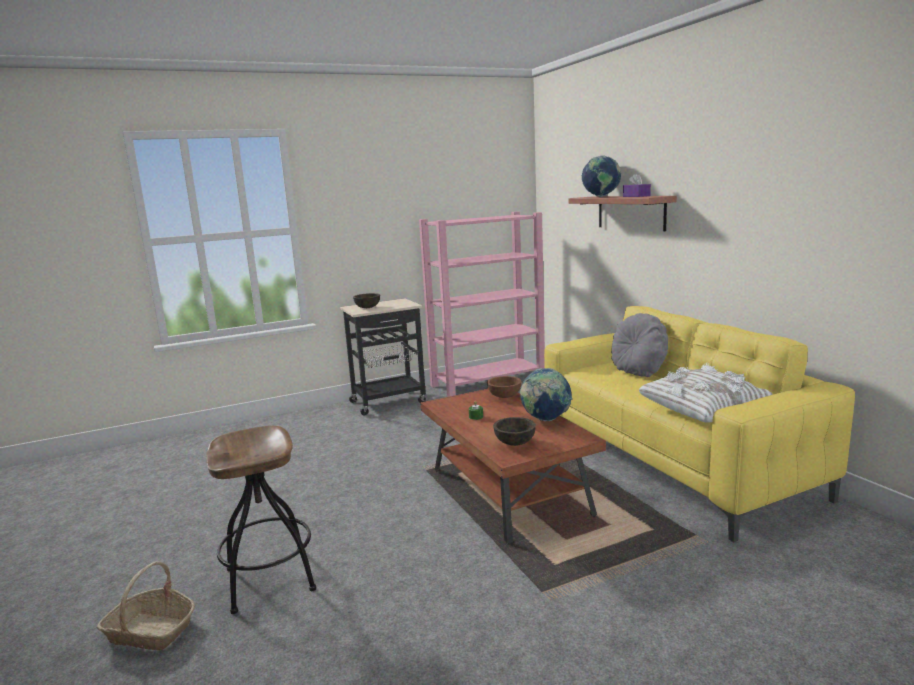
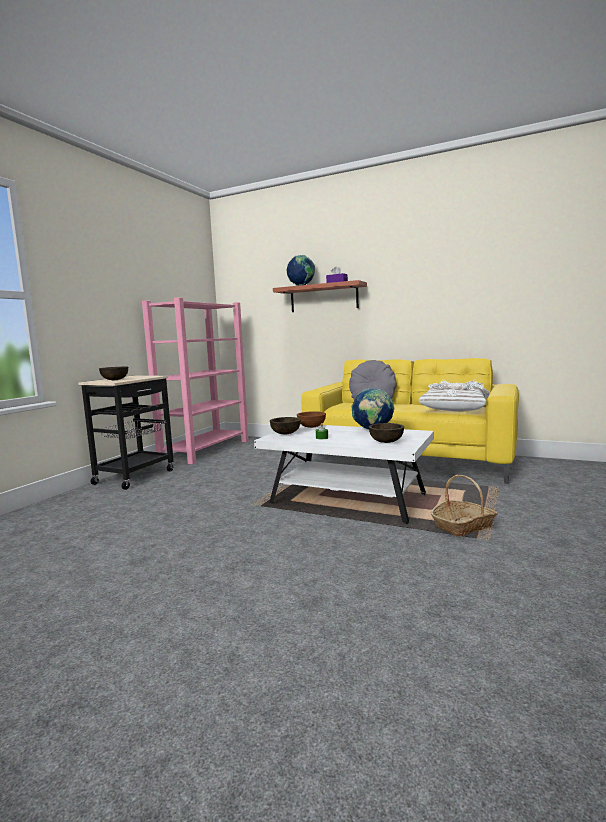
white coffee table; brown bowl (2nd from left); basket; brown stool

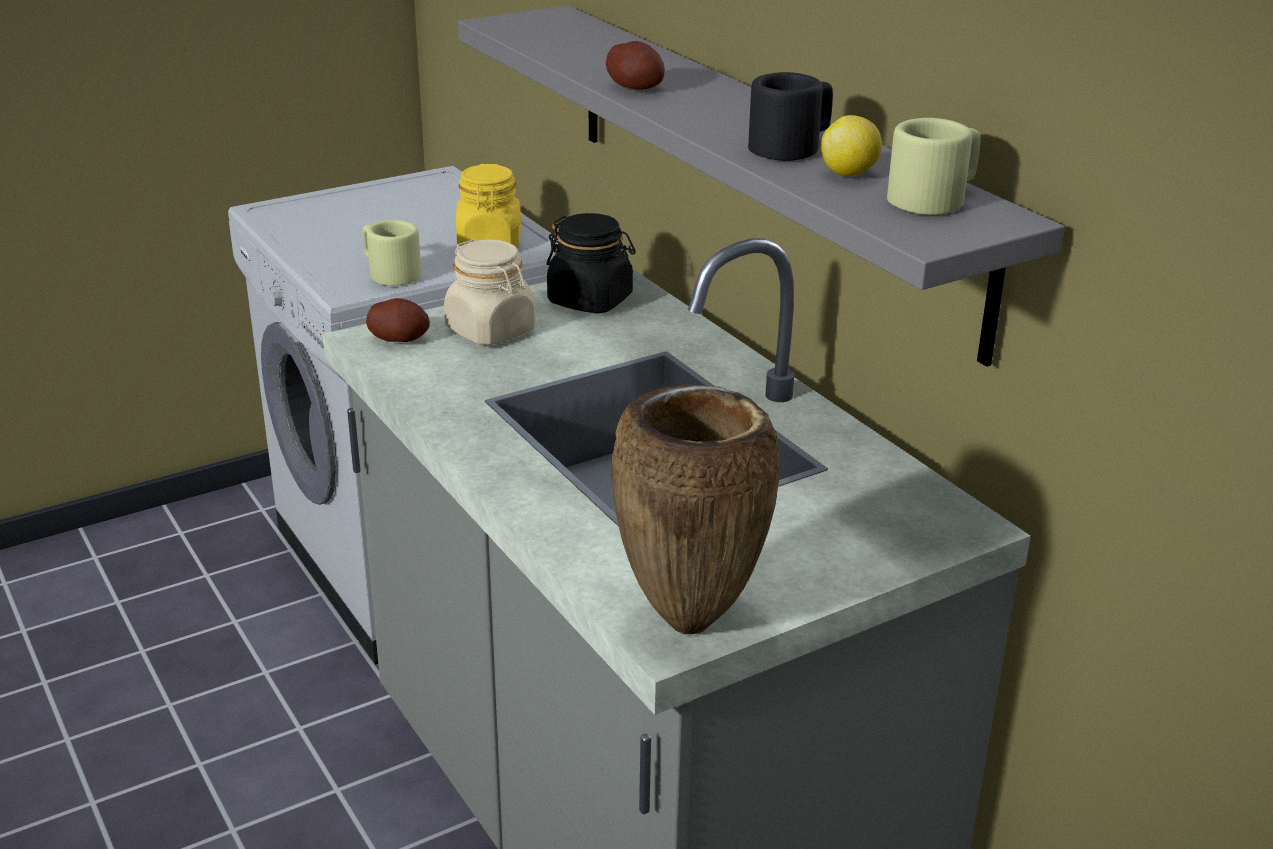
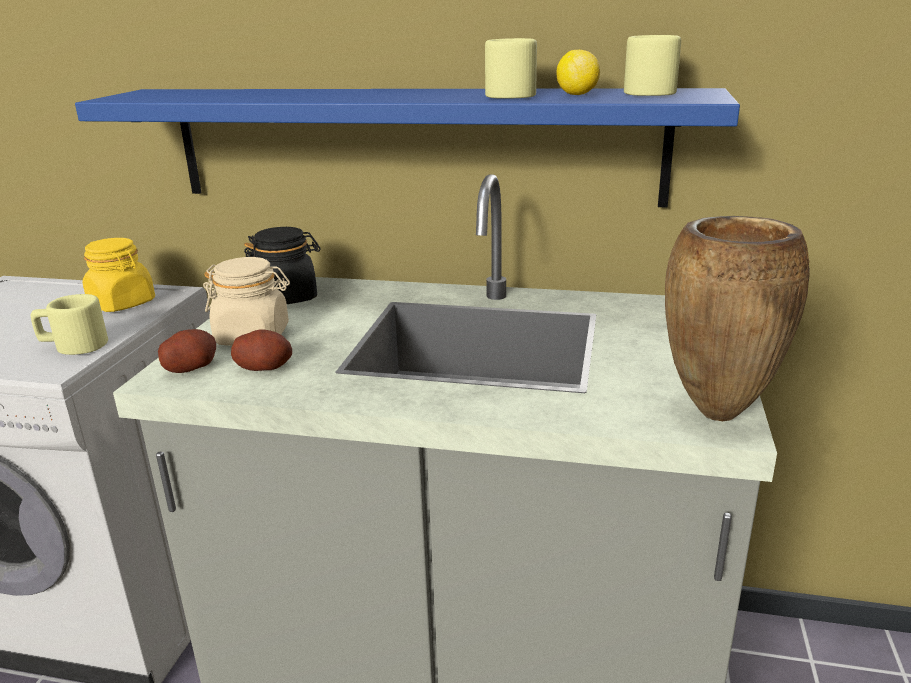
blue shelf; potato (2nd from left); beige mug (2nd from left)

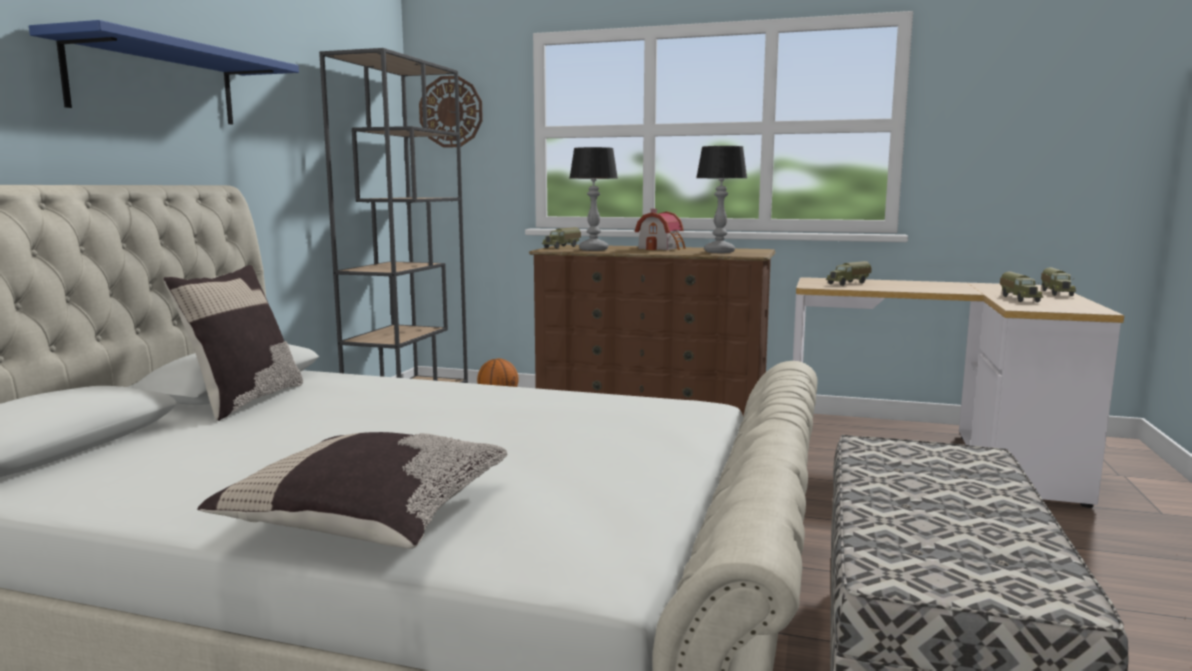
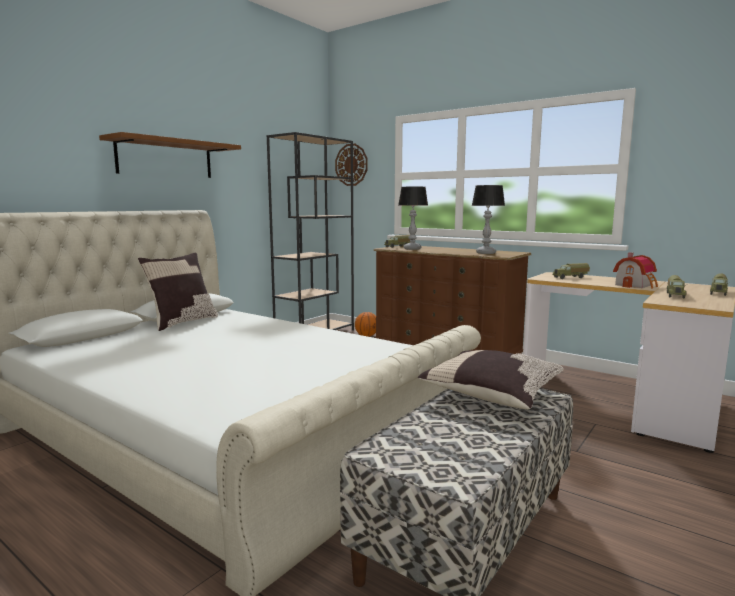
brown shelf; pillow (2nd from left); toy house

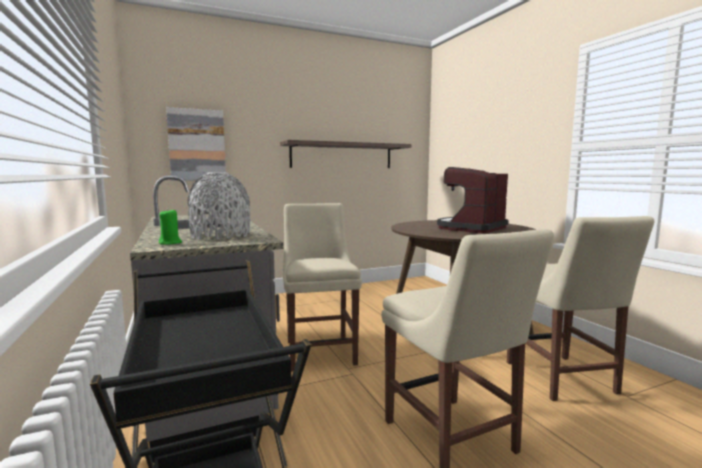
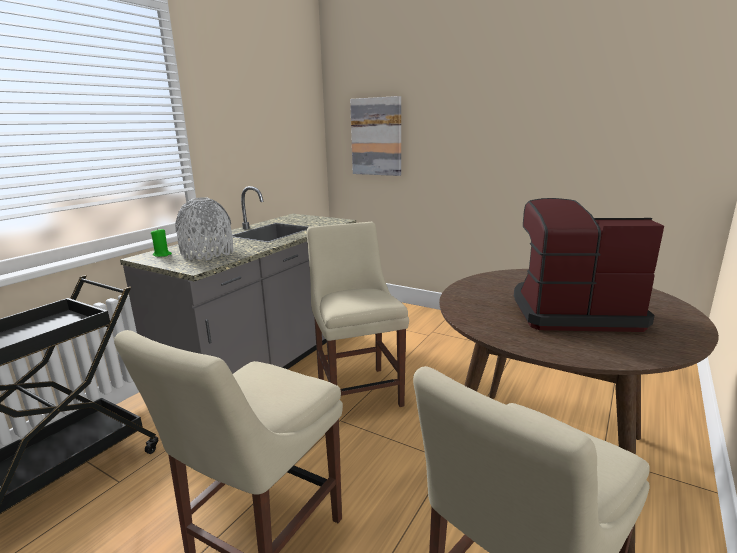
beige chair (2nd from left); shelf

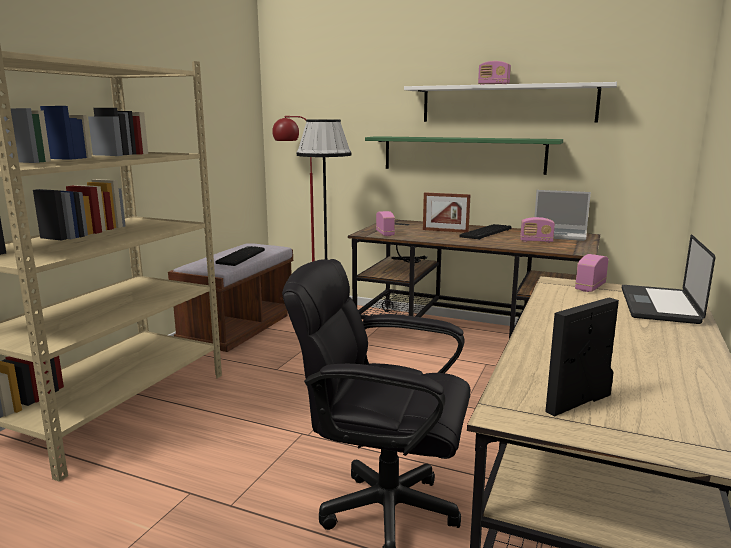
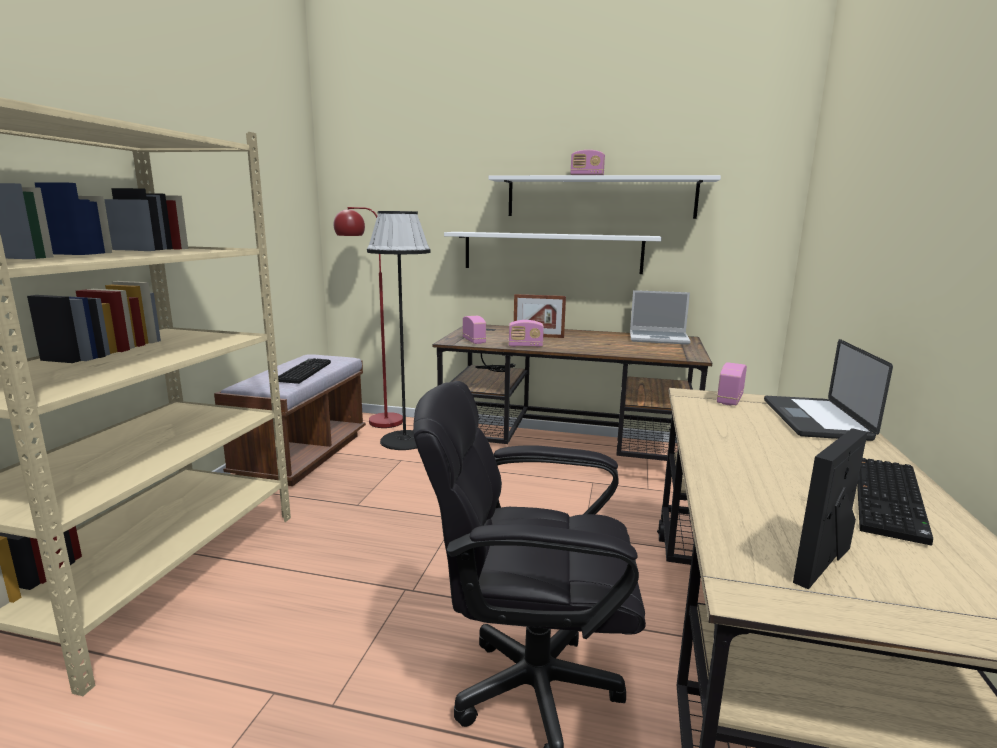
white shelf (1st from left); radio (2nd from left); keyboard (2nd from left)

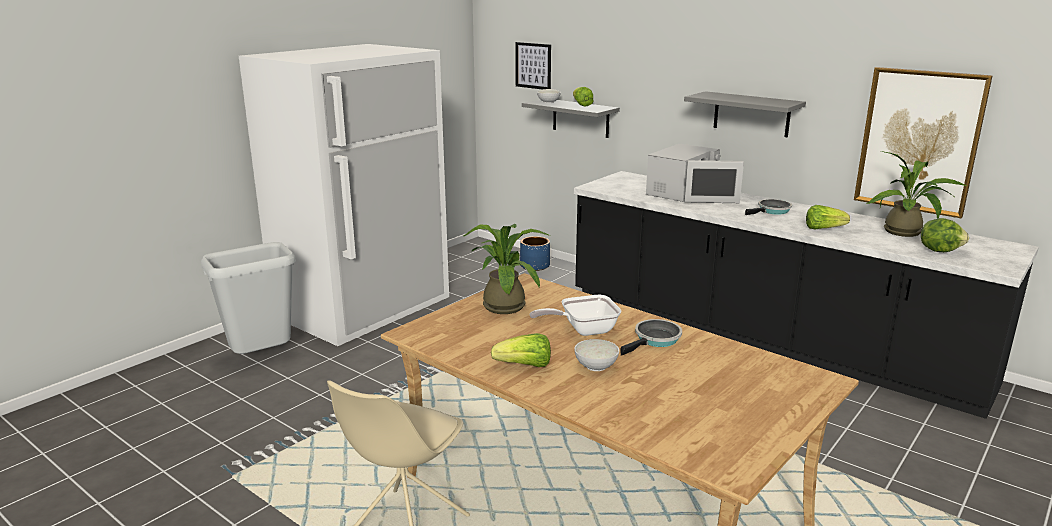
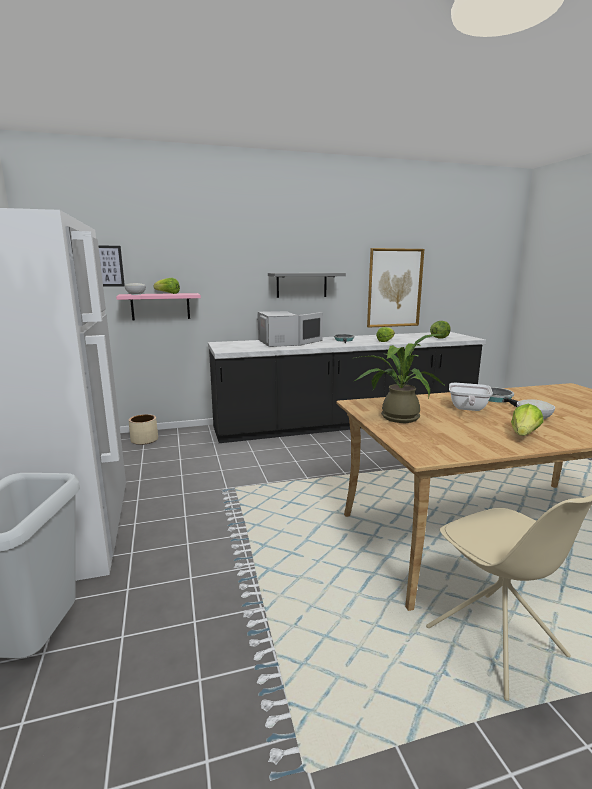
pink shelf; beige planter; potted plant (2nd from left in the first image)

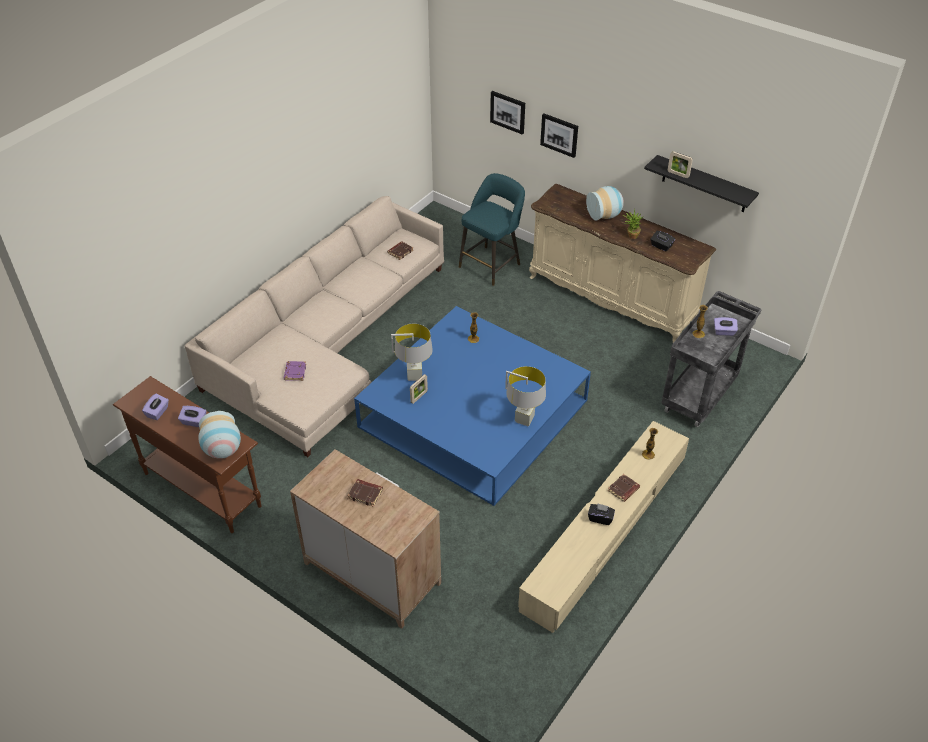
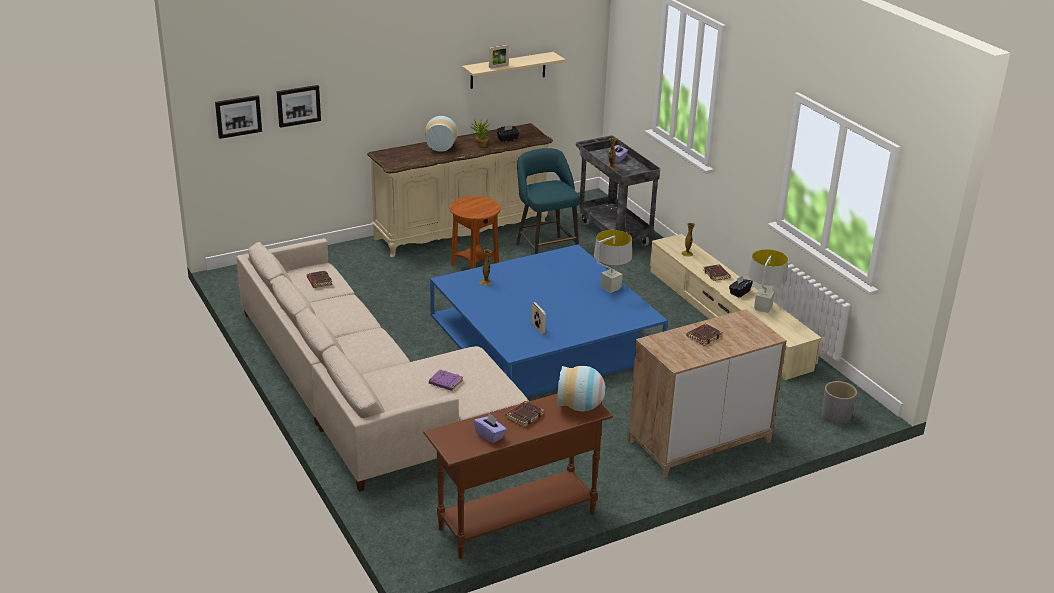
picture (1st from left); brown side table; beige shelf; brown book (2nd from left); turquoise stool; grey table lamp (2nd from left); grey planter

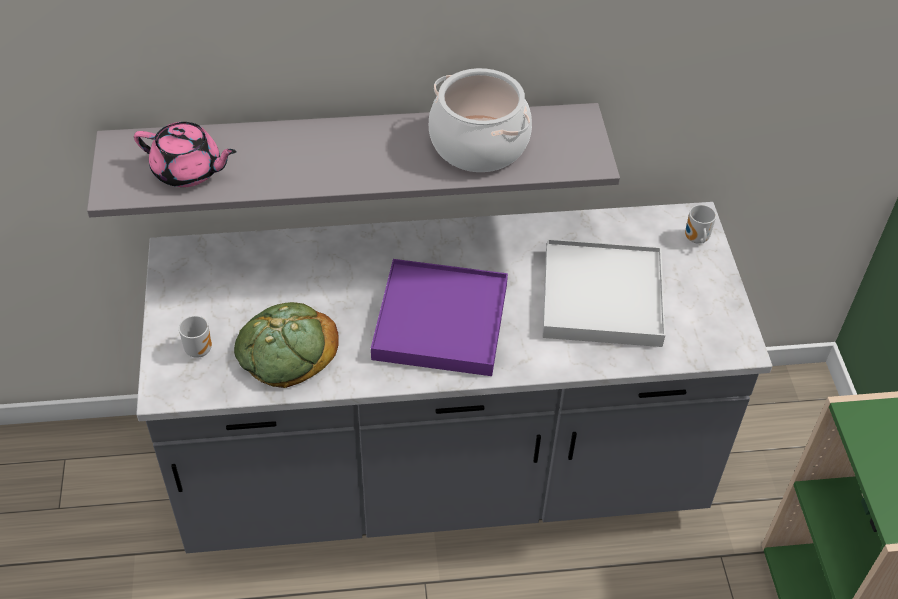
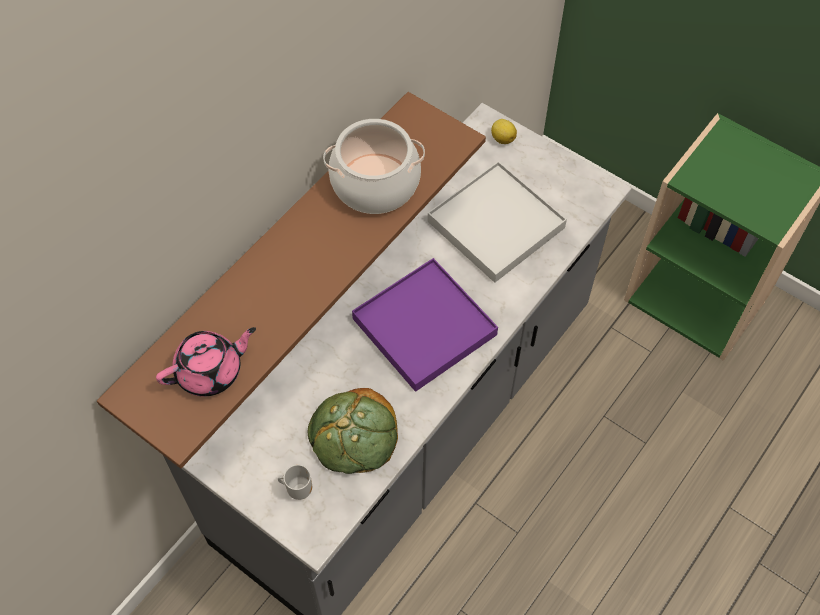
brown shelf; lemon

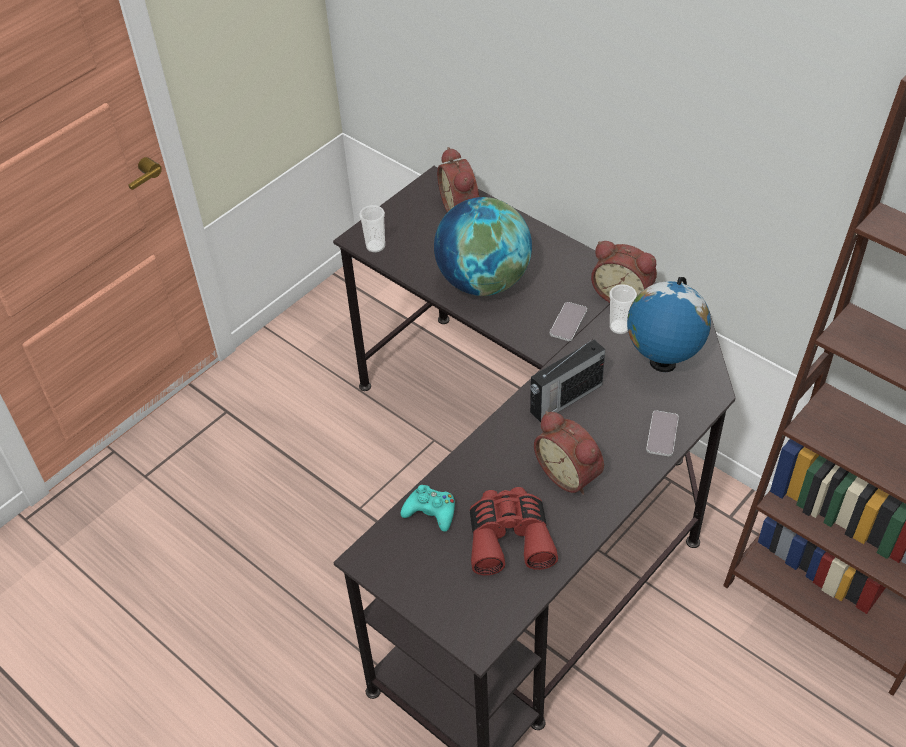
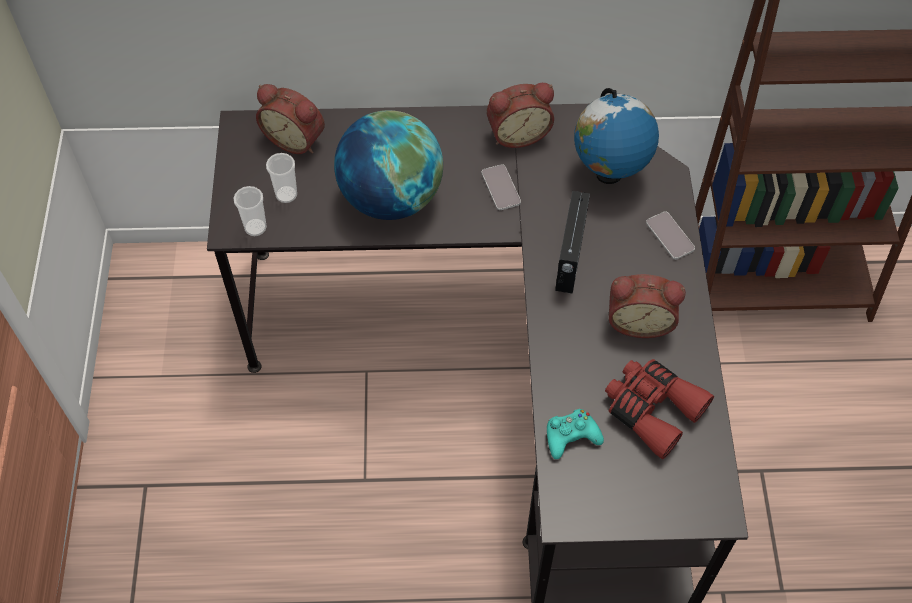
cup (2nd from left)

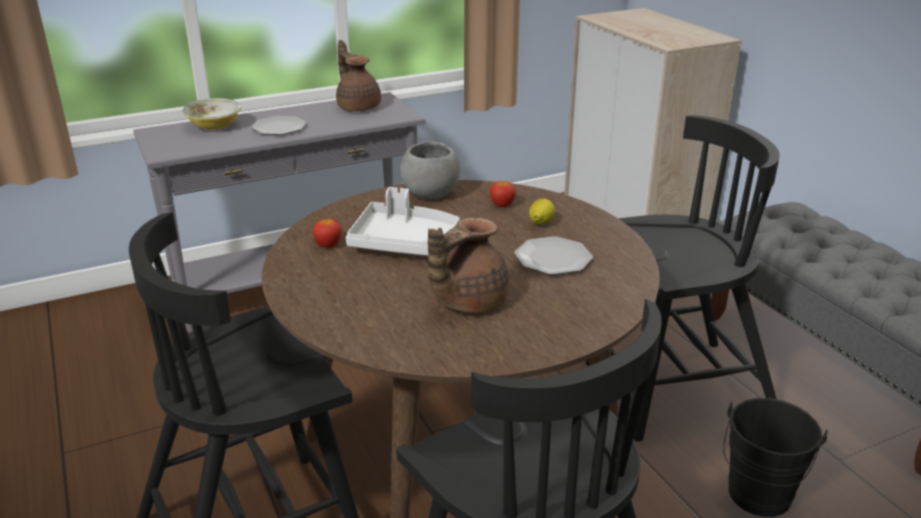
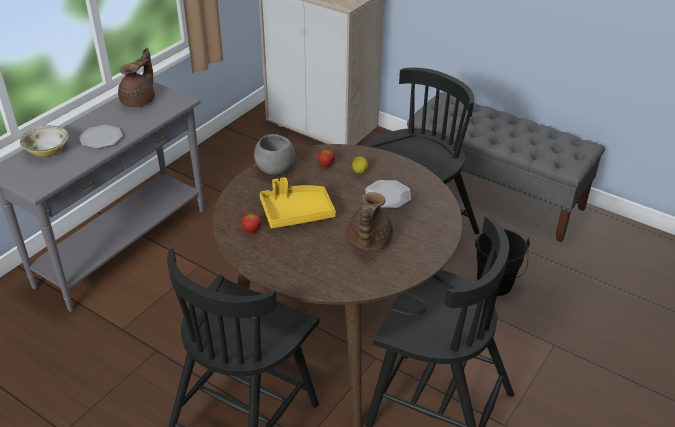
brown teapot (1st from left); yellow tray

